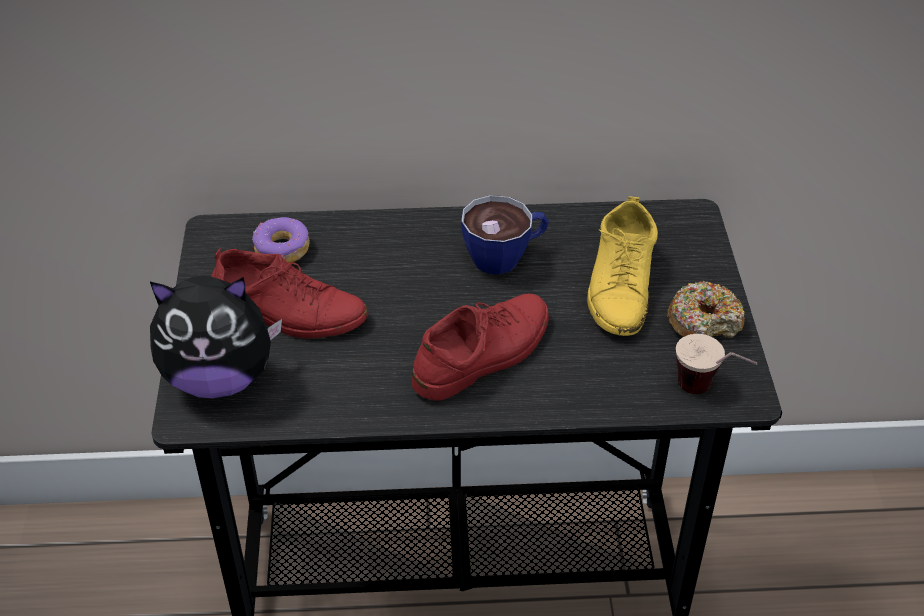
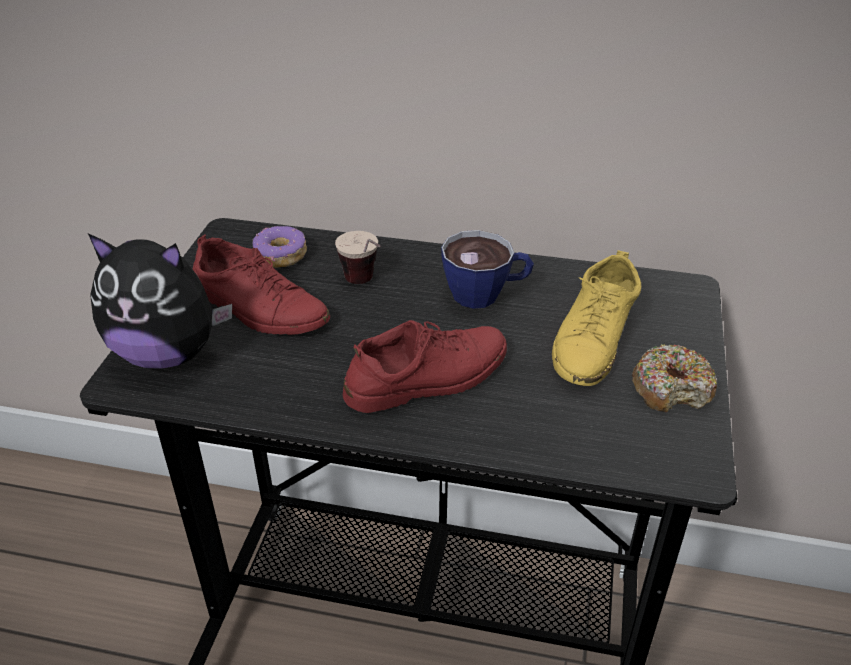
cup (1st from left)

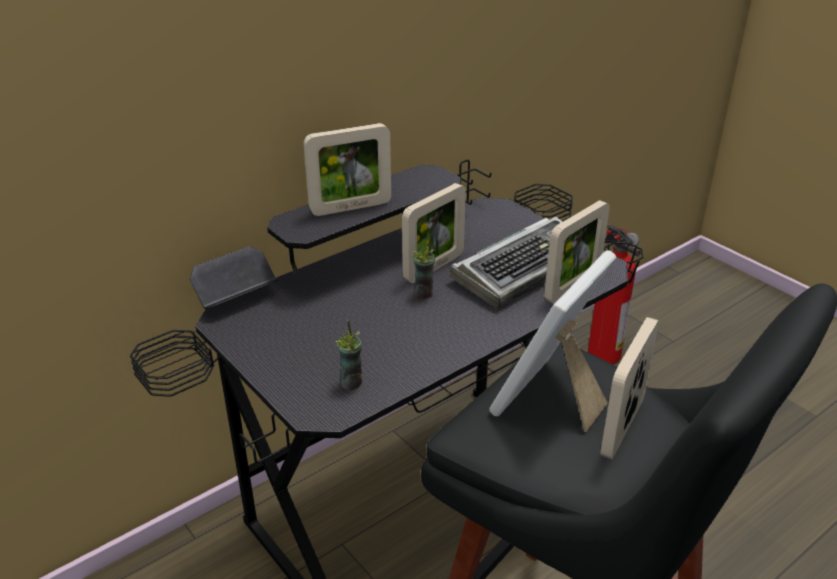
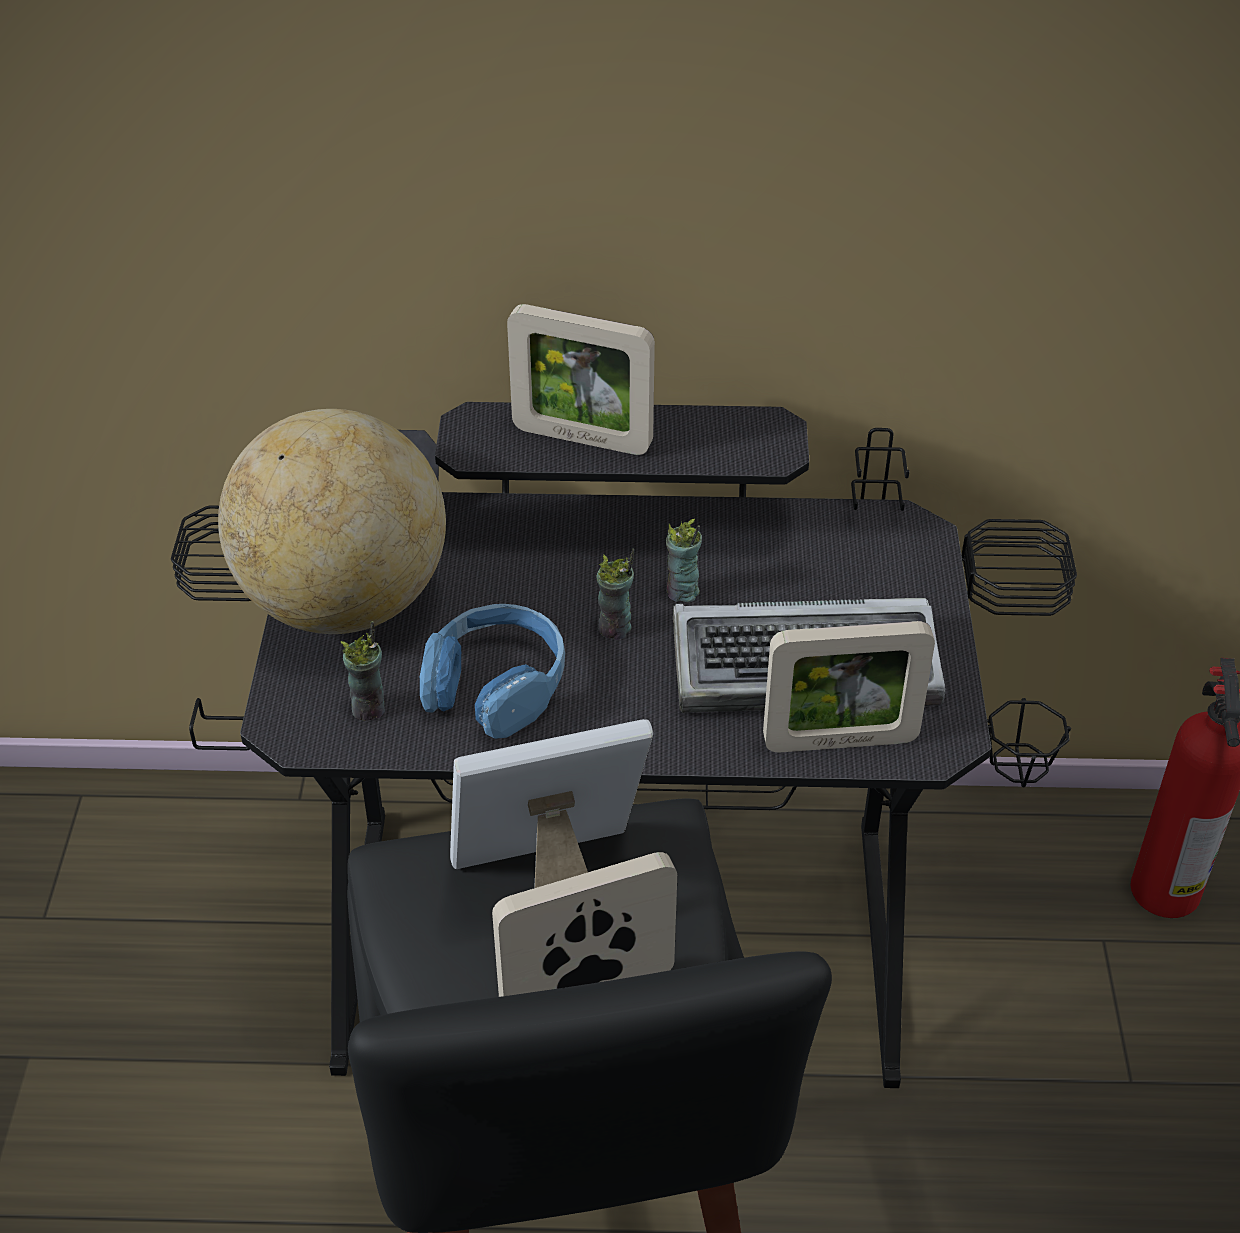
globe; blue headphones; cup (3rd from left)

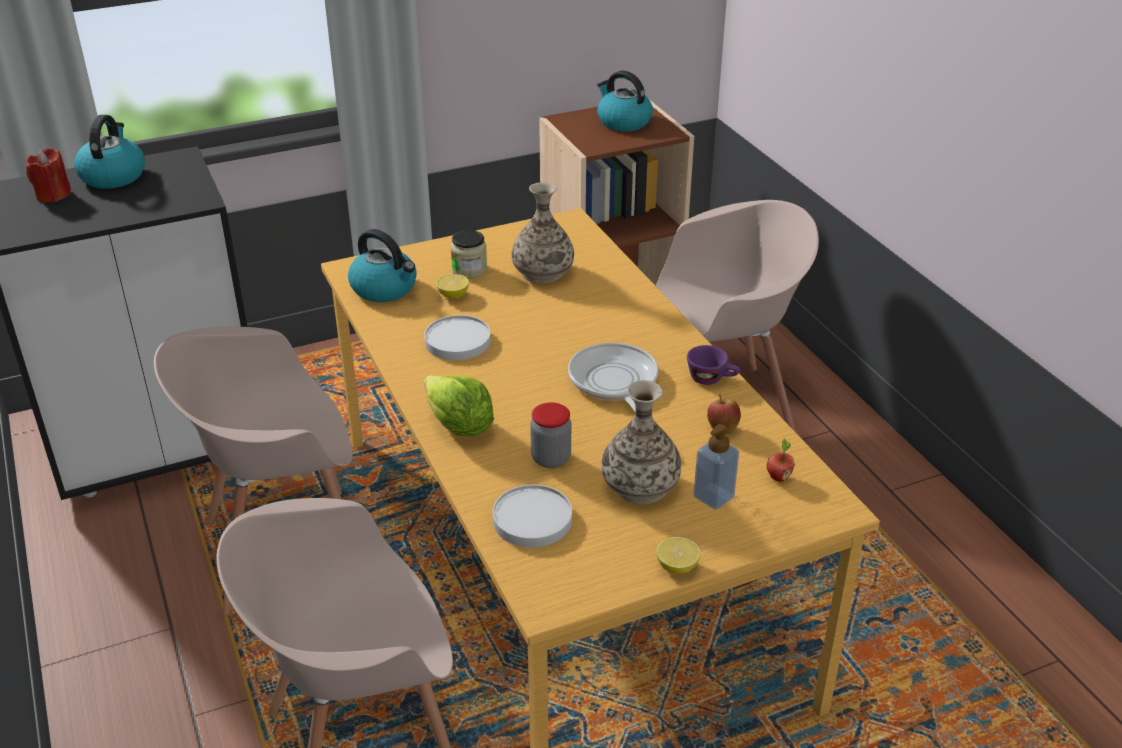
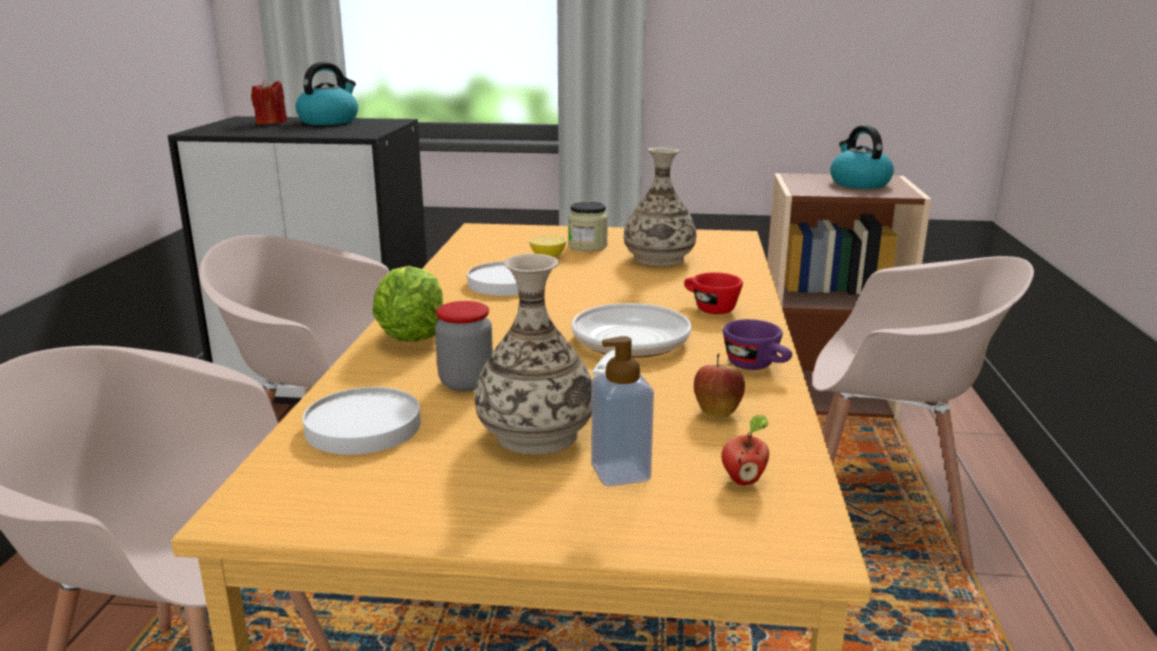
red cup; kettle (2nd from left in the first image); lemon (2nd from left in the first image)

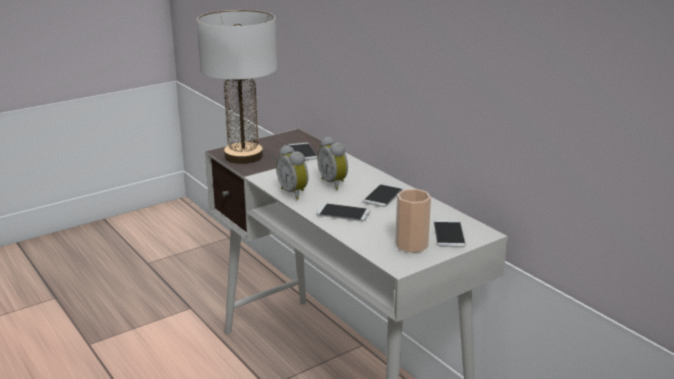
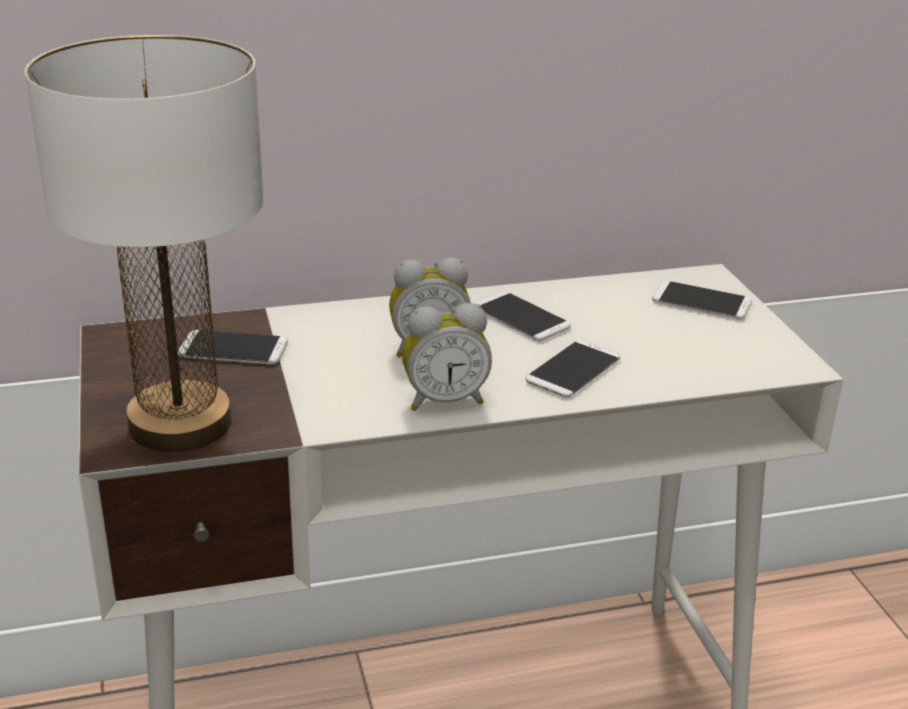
cup

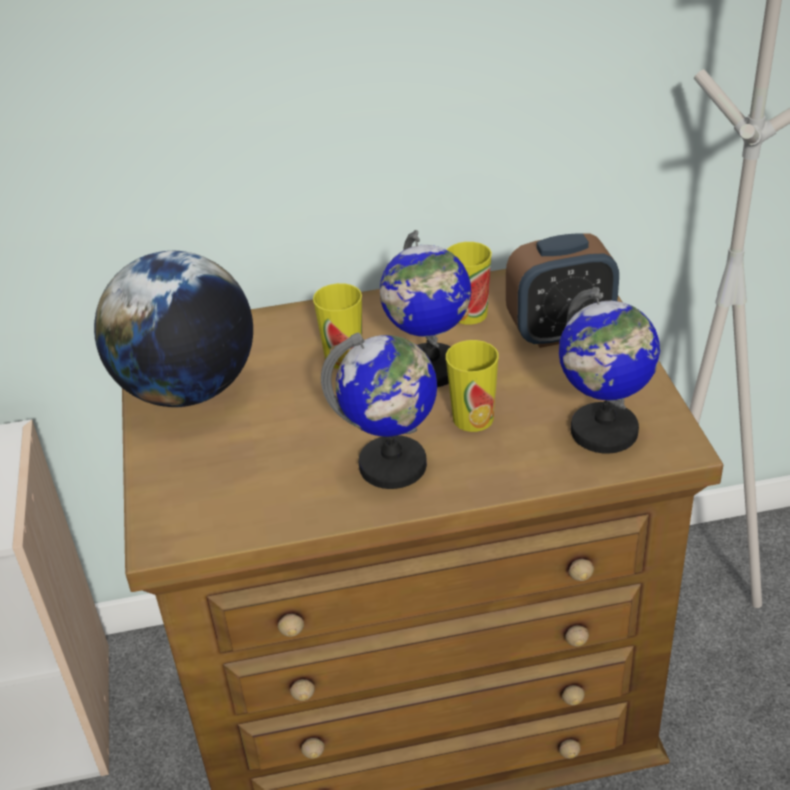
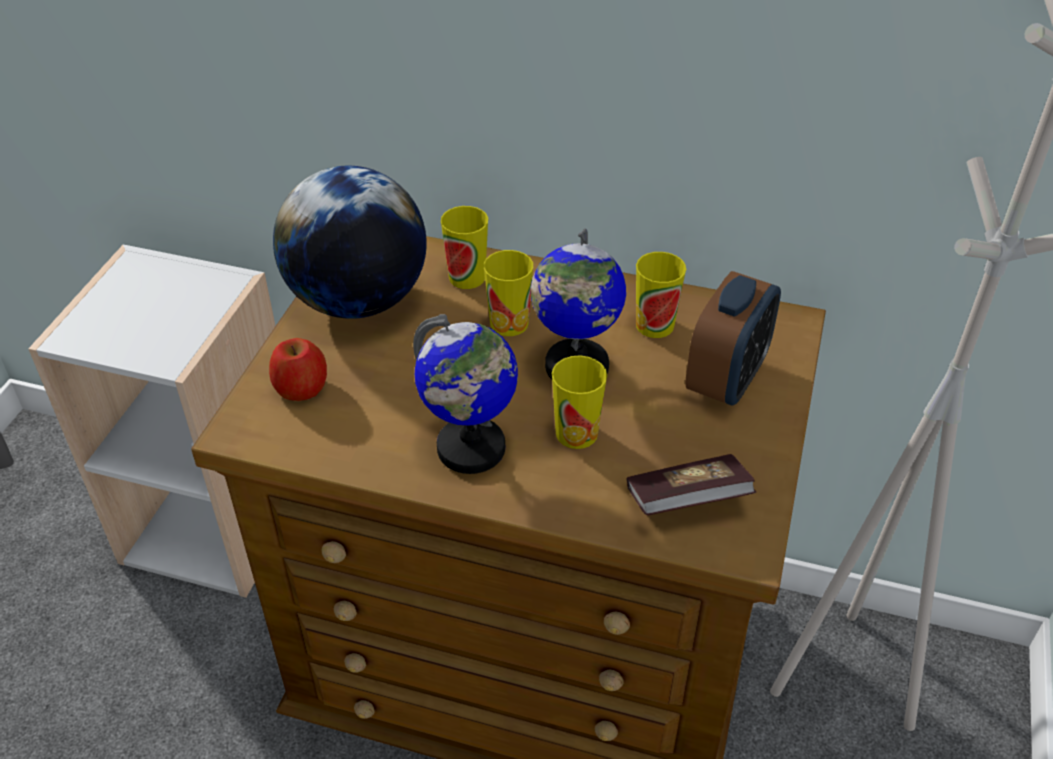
apple; cup (1st from left); book; alarm clock

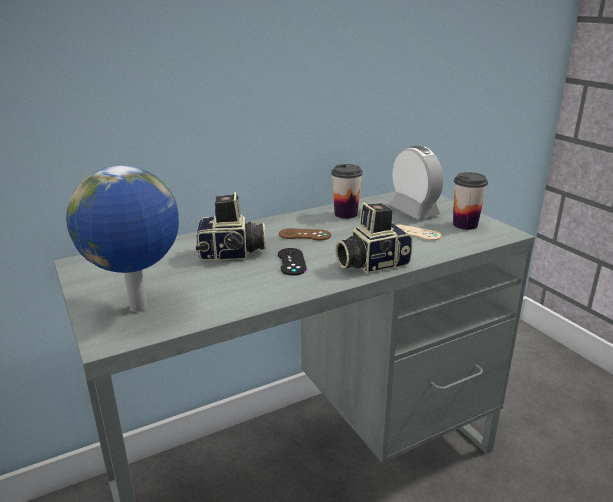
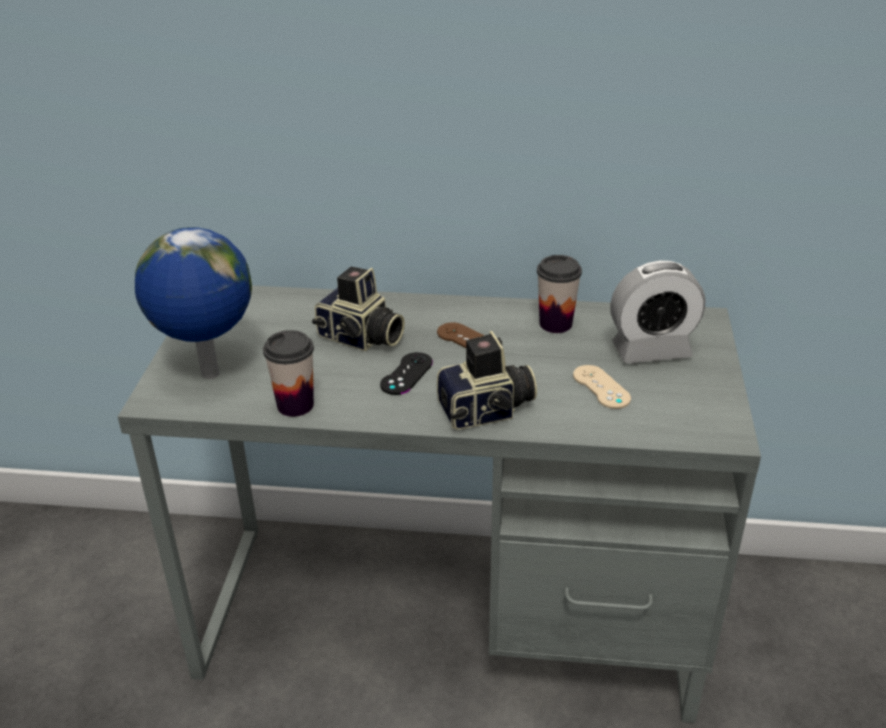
cup (1st from left); photo camera (2nd from left); alarm clock

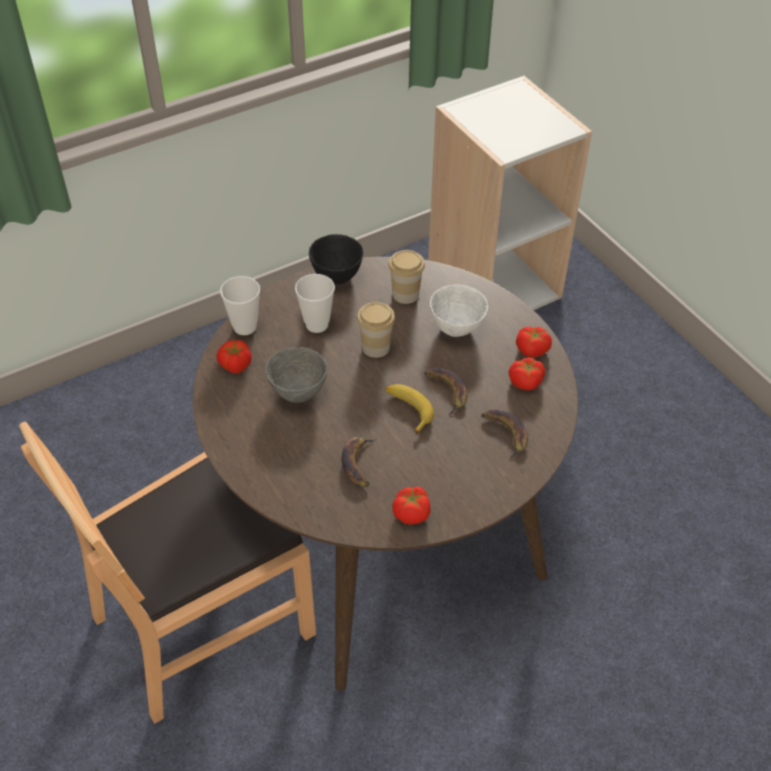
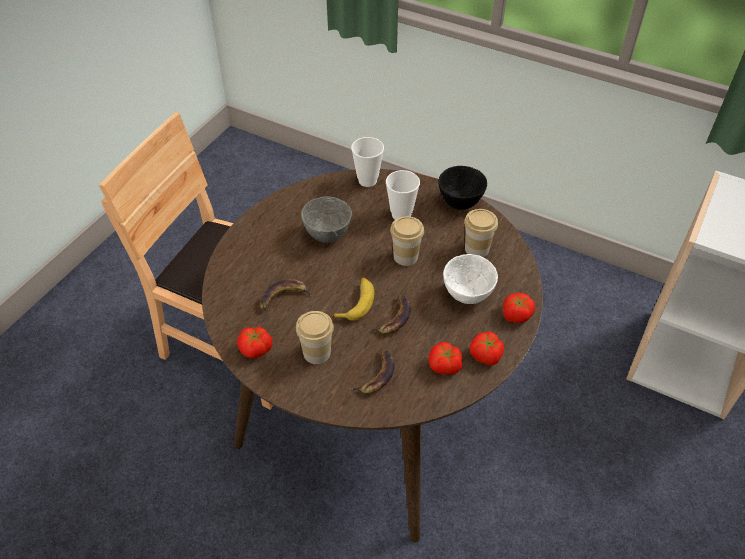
cup (1st from left); tomato (4th from left)

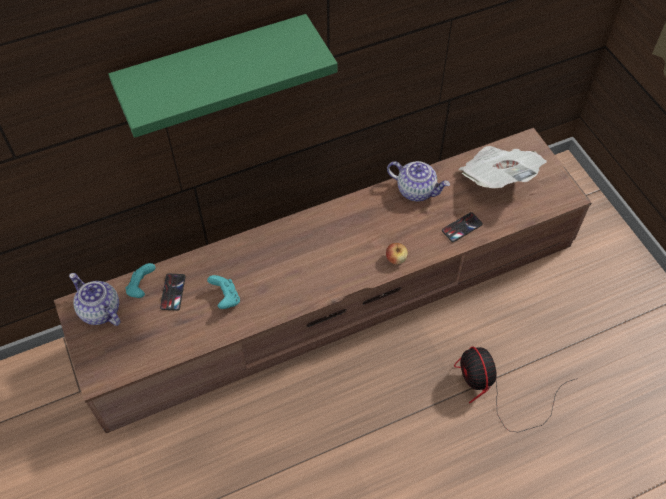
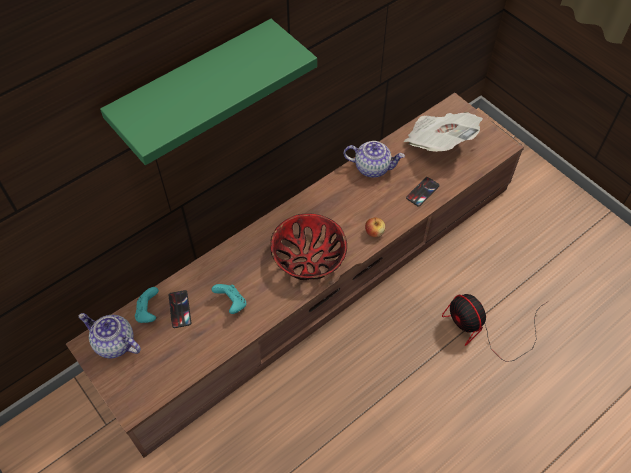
bowl

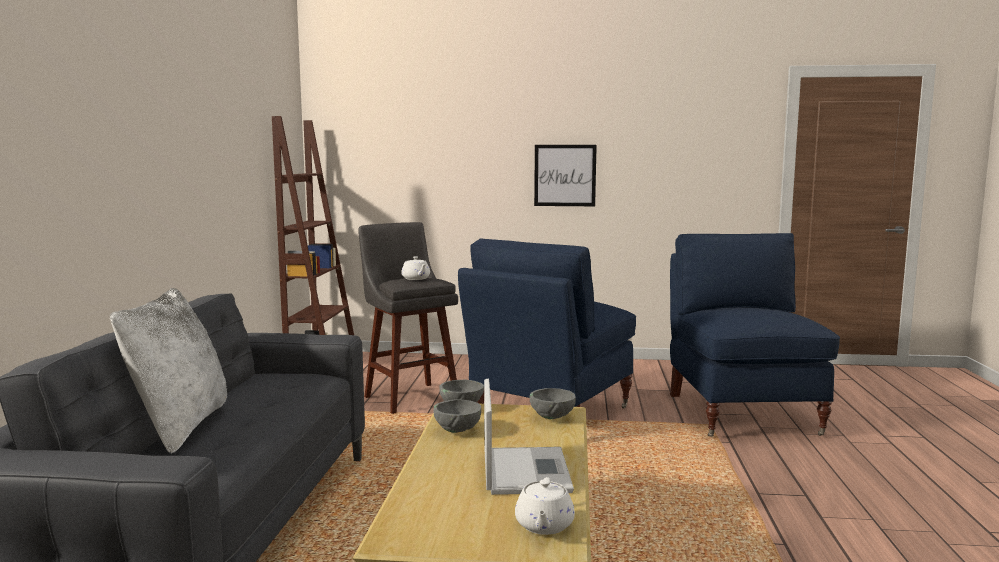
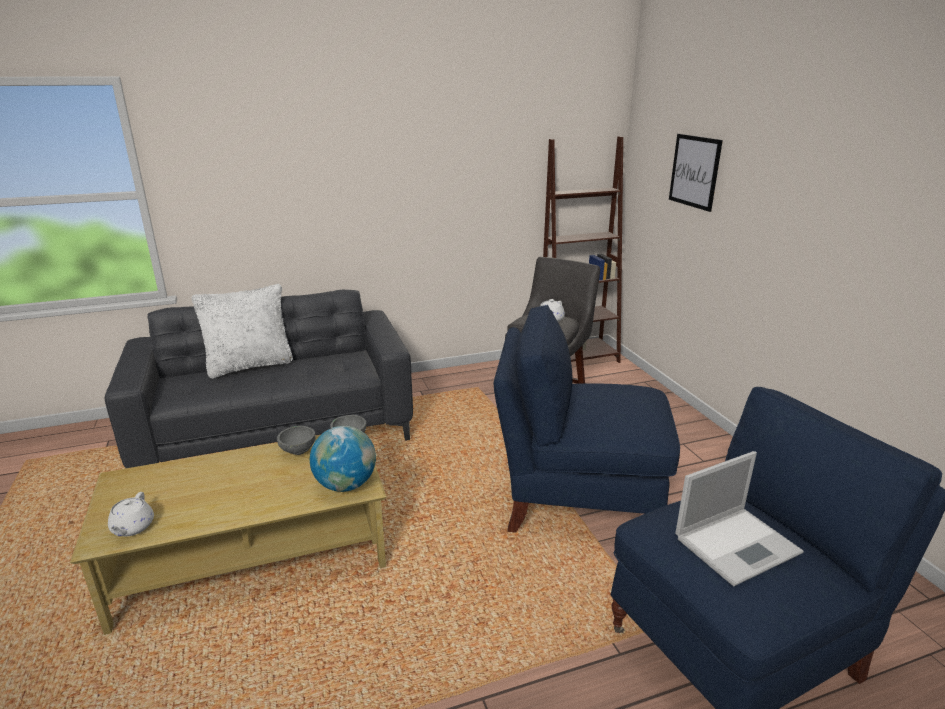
white teapot (1st from left); globe; picture; laptop

